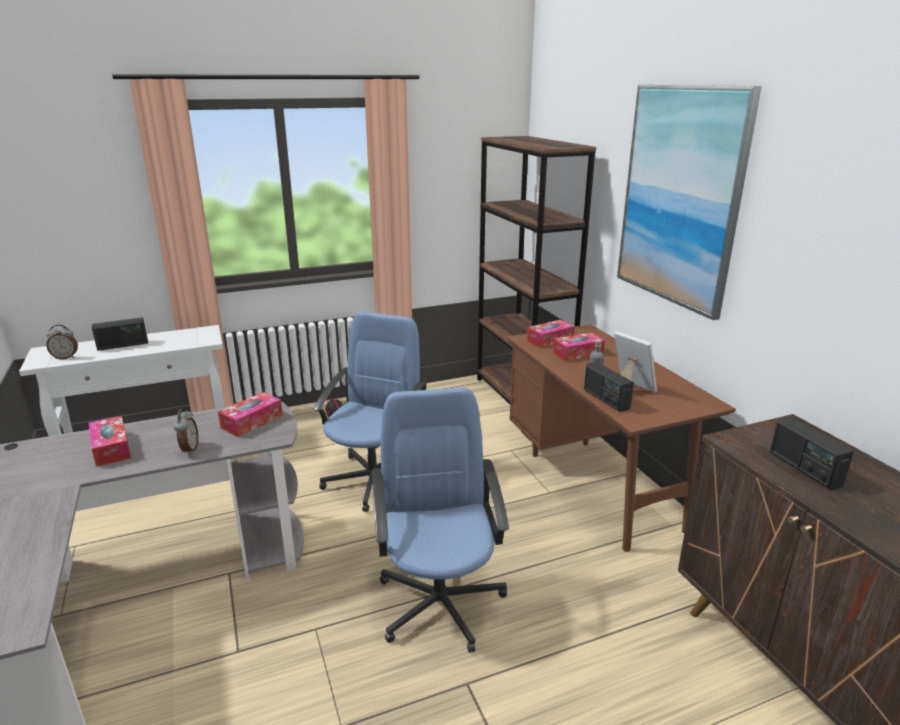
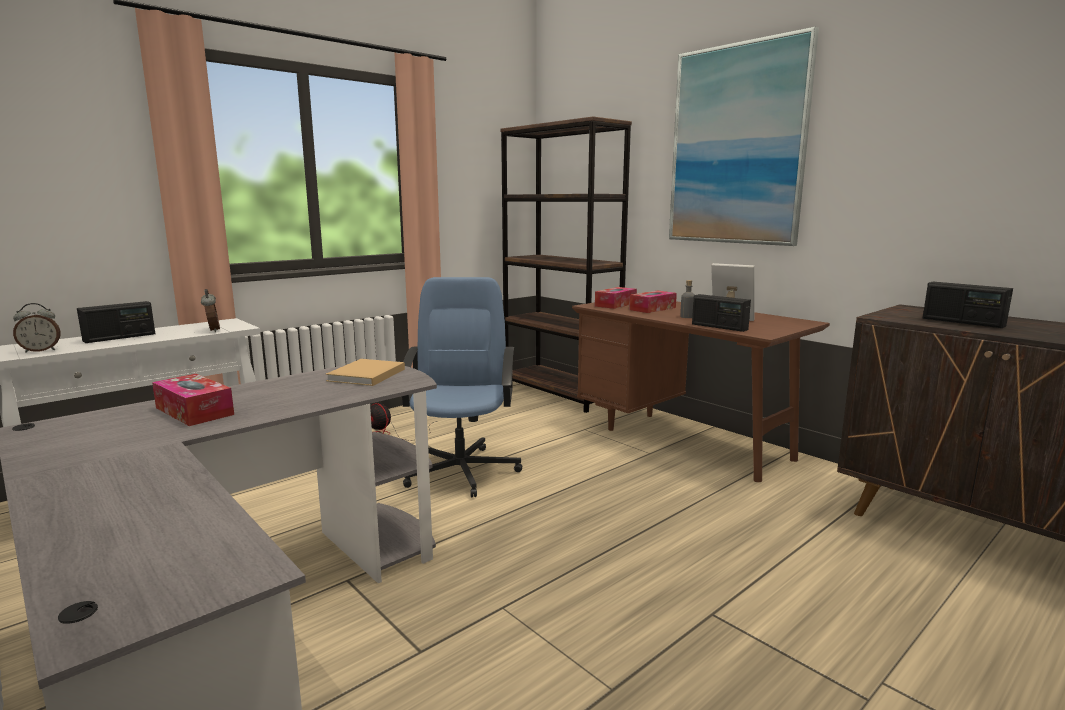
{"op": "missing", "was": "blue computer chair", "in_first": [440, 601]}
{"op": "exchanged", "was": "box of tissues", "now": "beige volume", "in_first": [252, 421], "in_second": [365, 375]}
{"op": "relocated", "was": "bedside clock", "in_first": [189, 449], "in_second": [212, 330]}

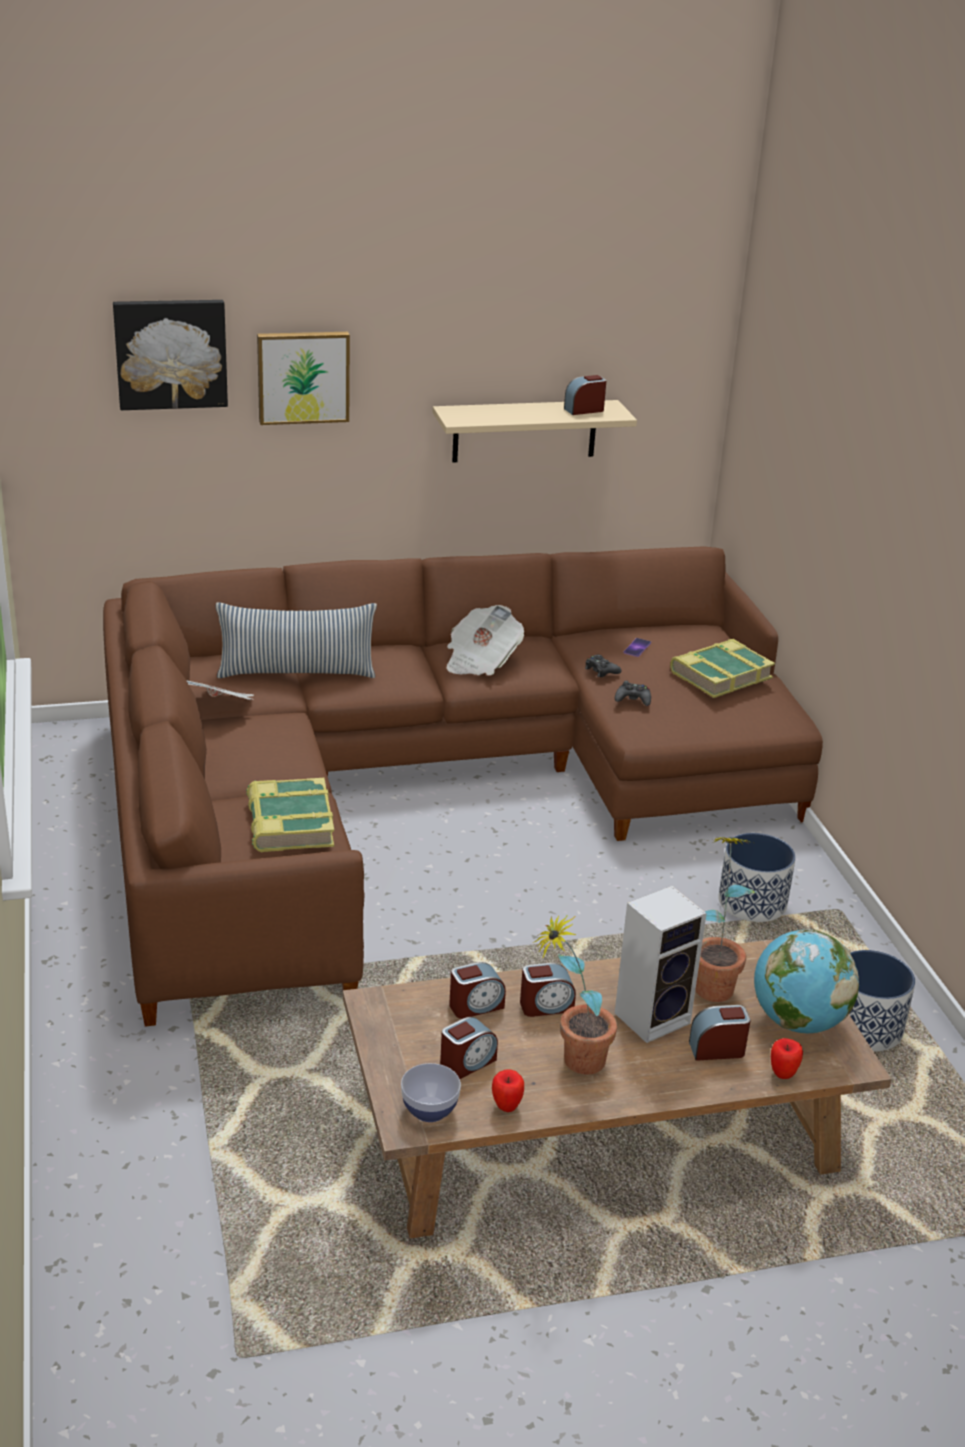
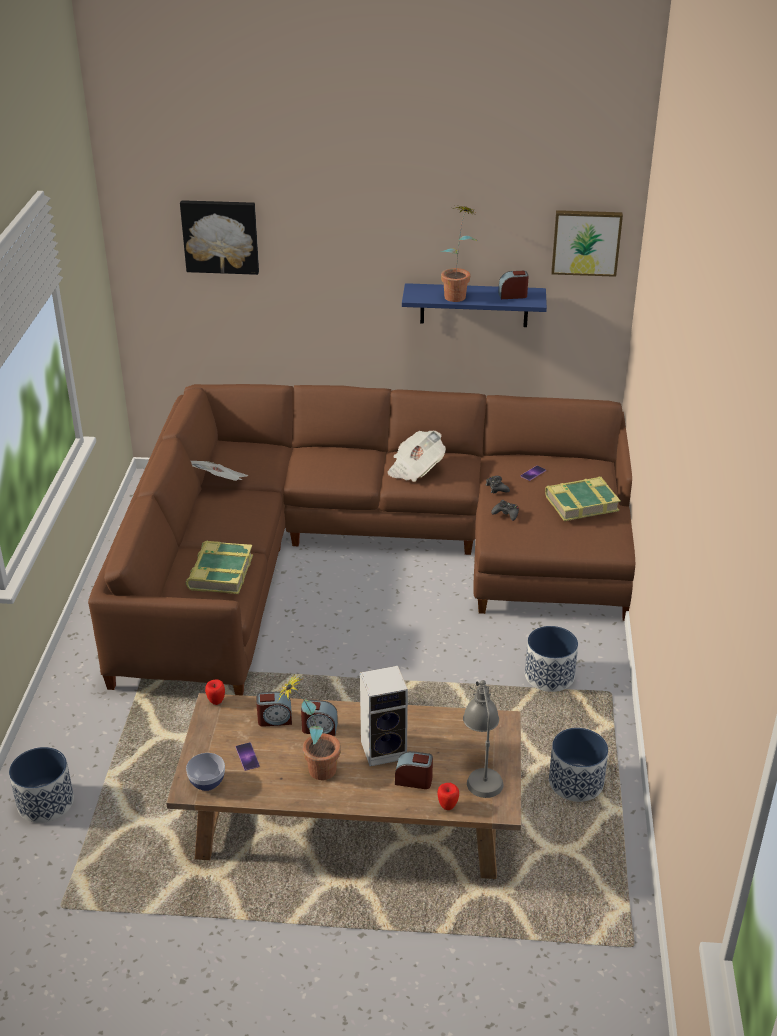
{"op": "relocated", "was": "wall art", "in_first": [303, 376], "in_second": [586, 242]}
{"op": "colour", "was": "beige shelf", "now": "blue shelf", "in_first": [524, 431], "in_second": [474, 305]}
{"op": "missing", "was": "pillow", "in_first": [297, 672]}
{"op": "relocated", "was": "plant in a pot", "in_first": [713, 981], "in_second": [457, 294]}
{"op": "exchanged", "was": "world globe", "now": "gray tabletop lamp", "in_first": [797, 1021], "in_second": [481, 772]}
{"op": "exchanged", "was": "bedside clock", "now": "telephone", "in_first": [467, 1063], "in_second": [247, 756]}
{"op": "relocated", "was": "whole apple", "in_first": [506, 1106], "in_second": [216, 701]}
{"op": "appeared", "now": "plant pot", "in_second": [46, 802]}

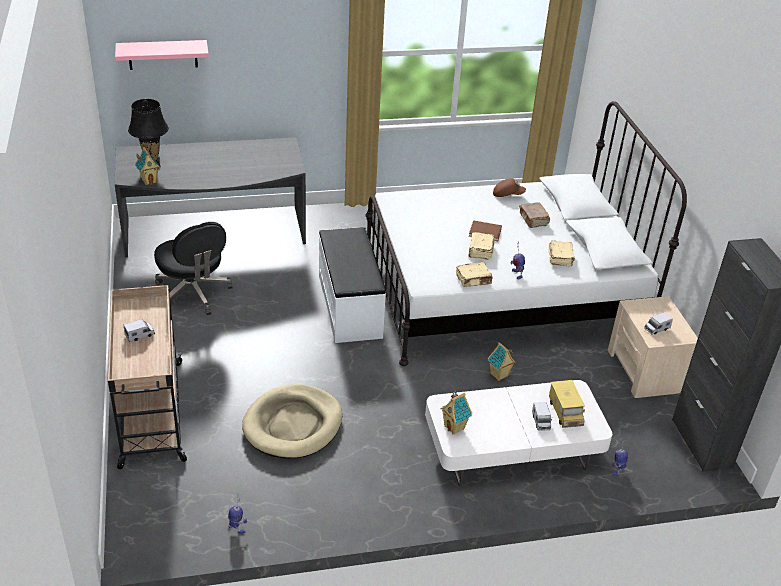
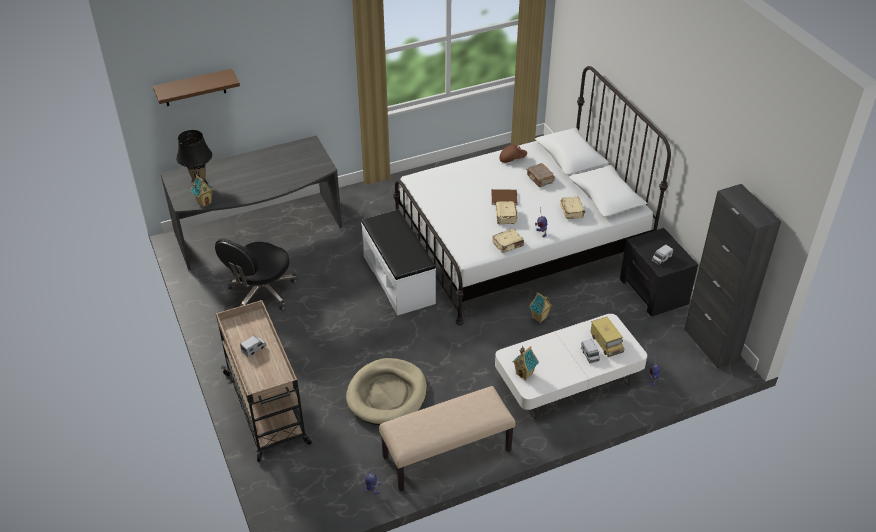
{"op": "colour", "was": "pinkish shelf", "now": "brown-coloured shelf", "in_first": [162, 54], "in_second": [194, 88]}
{"op": "spun", "was": "black computer chair", "in_first": [193, 294], "in_second": [261, 293], "clockwise": 75}
{"op": "colour", "was": "beige bedside table", "now": "black bedside table", "in_first": [645, 371], "in_second": [653, 291]}
{"op": "appeared", "now": "beige indoor bench", "in_second": [446, 454]}

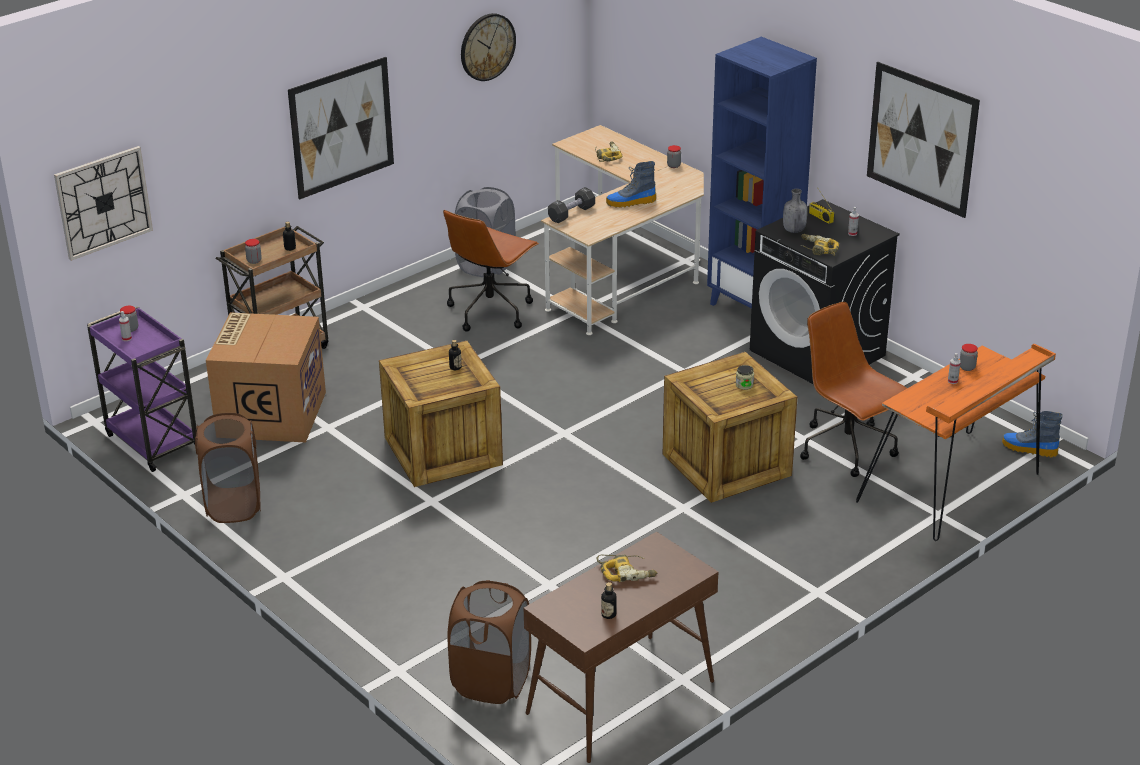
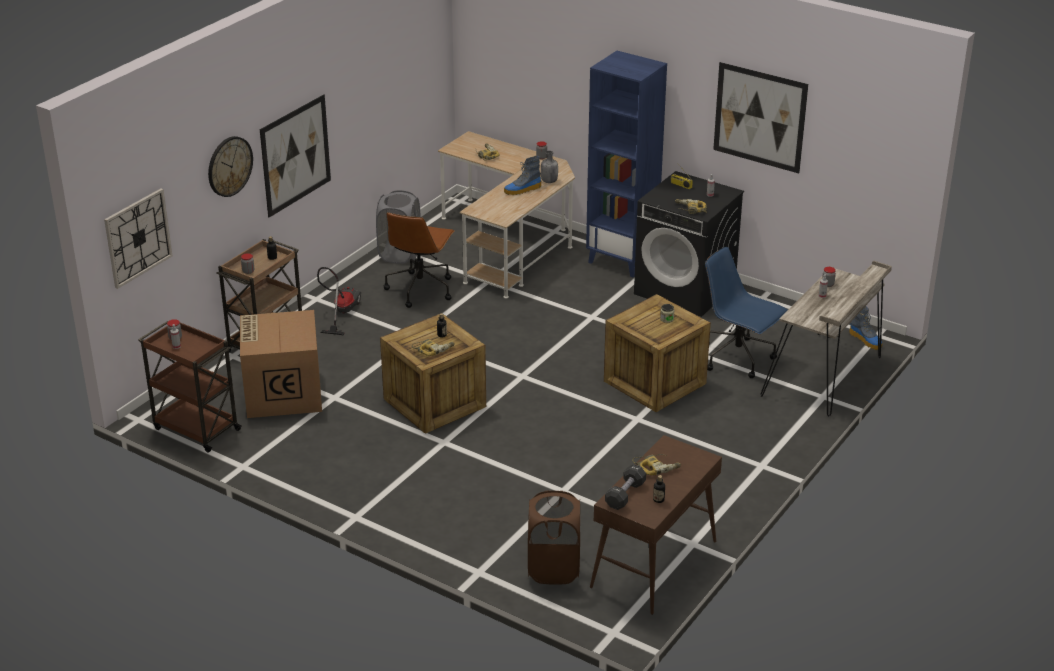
{"op": "relocated", "was": "clock on the wall", "in_first": [487, 46], "in_second": [229, 166]}
{"op": "relocated", "was": "black hand weight", "in_first": [571, 214], "in_second": [625, 495]}
{"op": "relocated", "was": "gray drink bottle", "in_first": [793, 230], "in_second": [549, 181]}
{"op": "colour", "was": "brown-coloured computer chair", "now": "blue computer chair", "in_first": [848, 449], "in_second": [738, 358]}
{"op": "colour", "was": "purple-coloured wheeled cart", "now": "brown-coloured wheeled cart", "in_first": [152, 441], "in_second": [195, 428]}
{"op": "colour", "was": "orange-coloured desk table", "now": "beige desk table", "in_first": [953, 488], "in_second": [825, 376]}
{"op": "spun", "was": "tall boot", "in_first": [1028, 449], "in_second": [866, 340], "clockwise": -135}
{"op": "missing", "was": "brown-coloured laundry basket", "in_first": [233, 505]}
{"op": "appeared", "now": "hoover", "in_second": [341, 312]}
{"op": "appeared", "now": "drill", "in_second": [434, 349]}

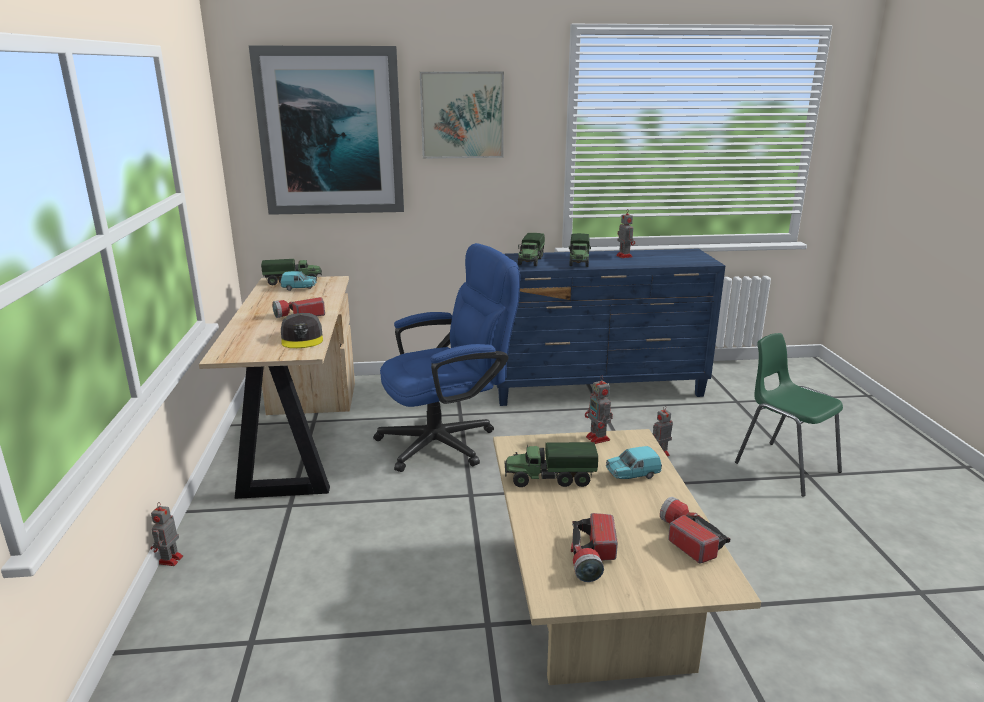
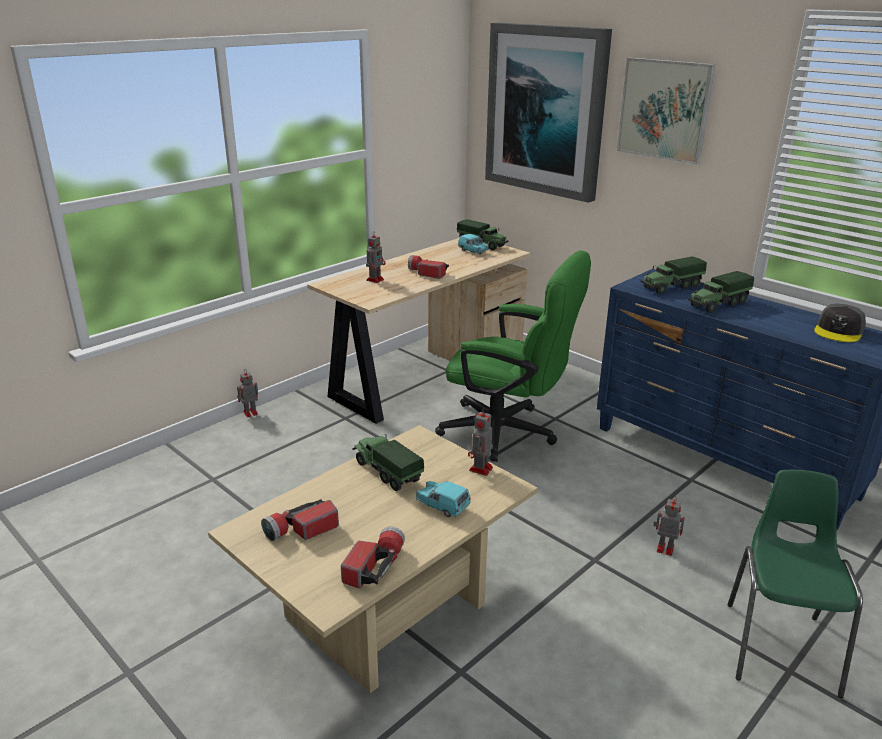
{"op": "relocated", "was": "toy robot", "in_first": [623, 256], "in_second": [375, 279]}
{"op": "colour", "was": "blue computer chair", "now": "green computer chair", "in_first": [448, 441], "in_second": [508, 433]}
{"op": "relocated", "was": "gray cap", "in_first": [302, 338], "in_second": [839, 331]}

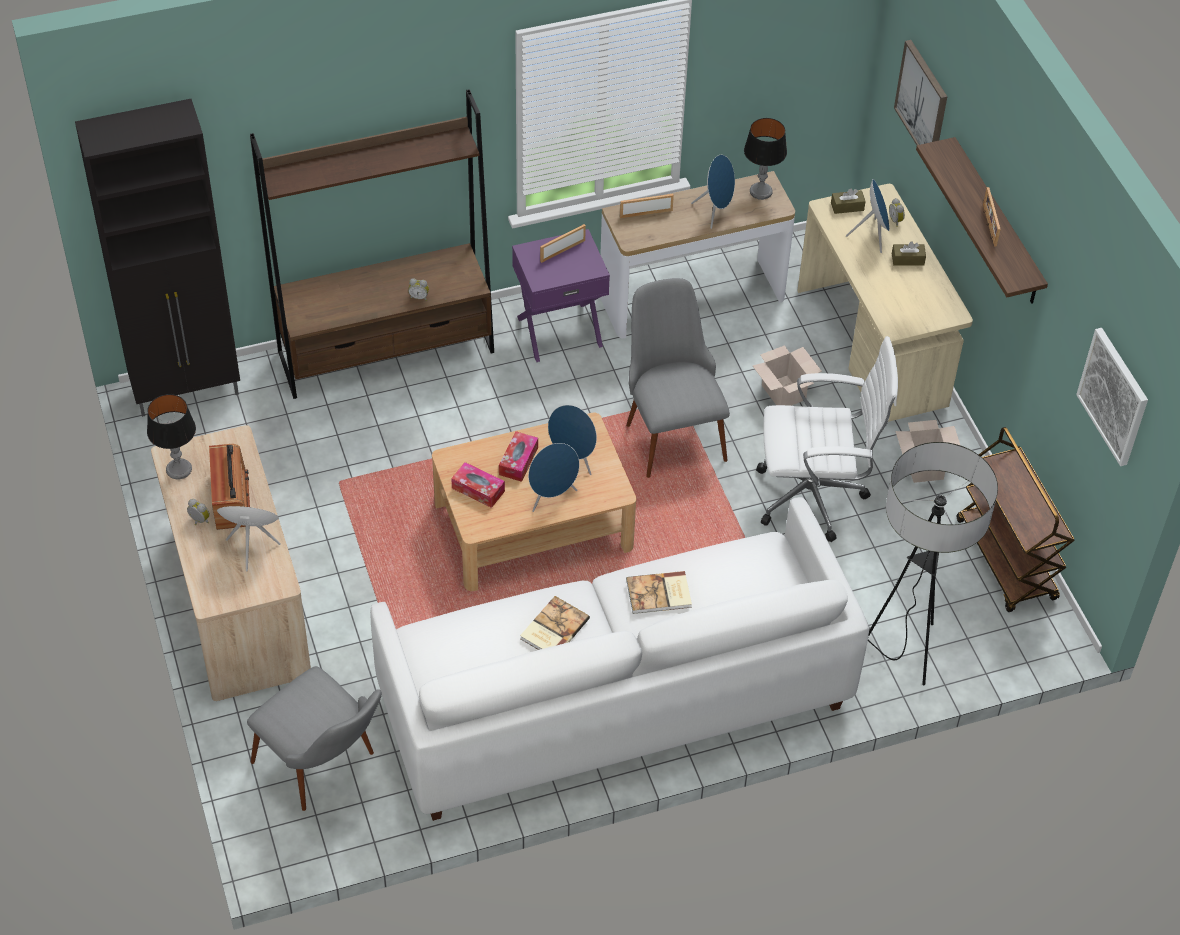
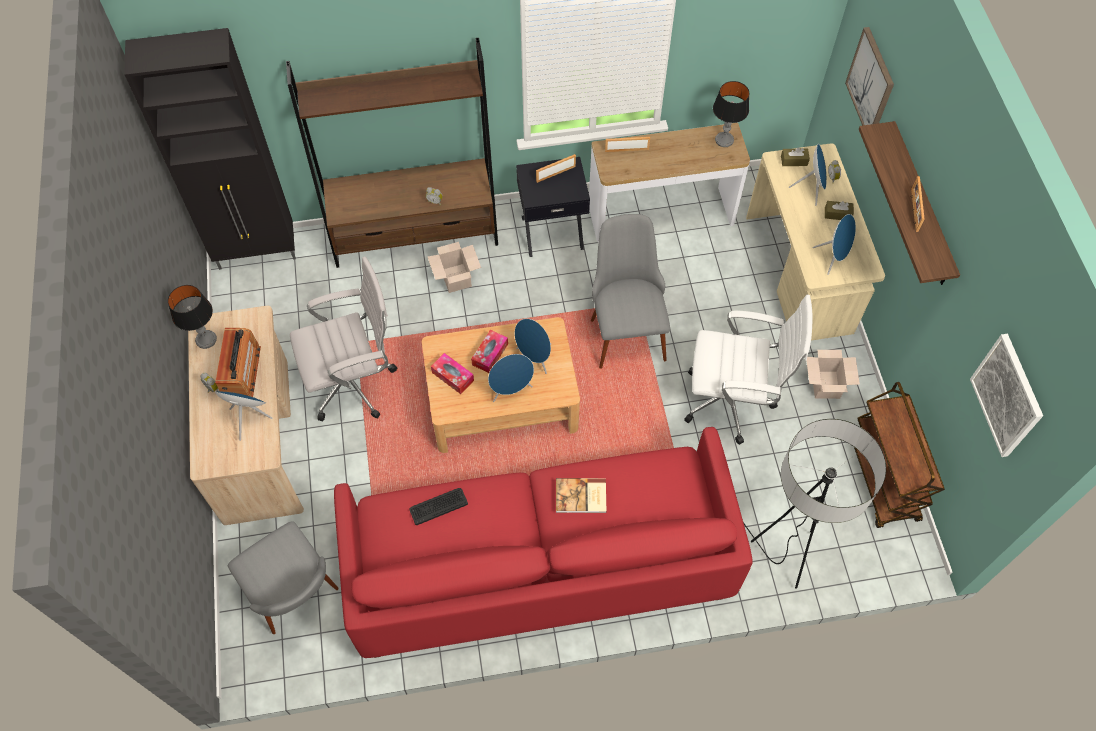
{"op": "relocated", "was": "blue speaker", "in_first": [715, 211], "in_second": [833, 258]}
{"op": "colour", "was": "purple-coloured bedside table", "now": "black bedside table", "in_first": [559, 330], "in_second": [552, 231]}
{"op": "relocated", "was": "packing box", "in_first": [784, 393], "in_second": [457, 279]}
{"op": "colour", "was": "whitish couch", "now": "red-coloured couch", "in_first": [615, 698], "in_second": [540, 565]}
{"op": "missing", "was": "volume", "in_first": [553, 629]}
{"op": "appeared", "now": "whitish computer chair", "in_second": [355, 383]}
{"op": "appeared", "now": "computer keyboard", "in_second": [438, 506]}

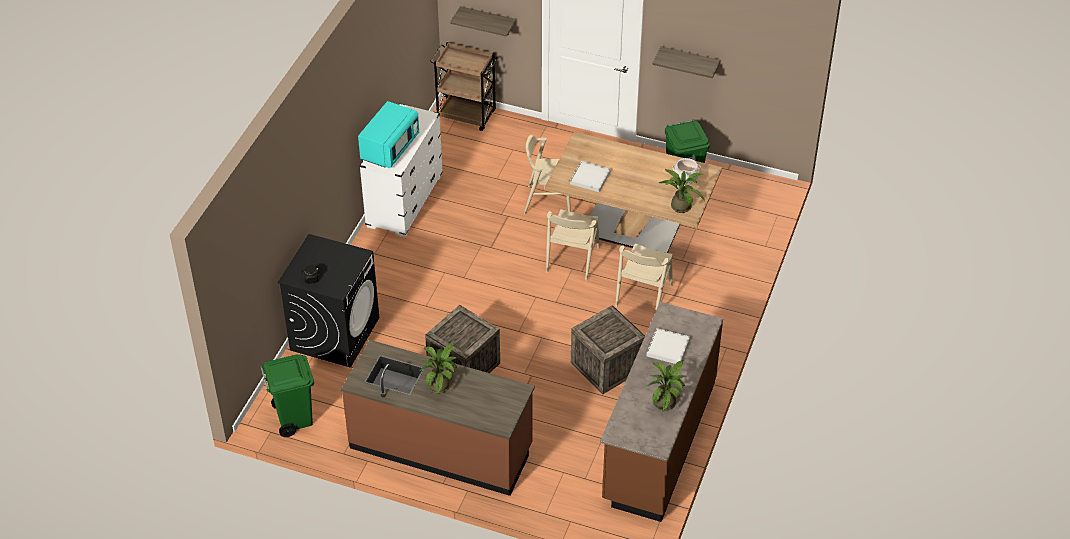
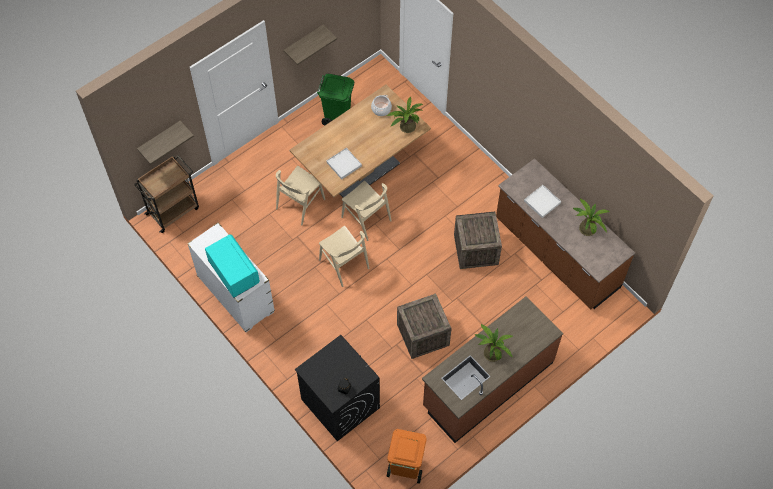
{"op": "relocated", "was": "beige upright chair", "in_first": [643, 295], "in_second": [344, 264]}
{"op": "colour", "was": "green waste bin", "now": "orange-coloured waste bin", "in_first": [293, 418], "in_second": [405, 468]}

